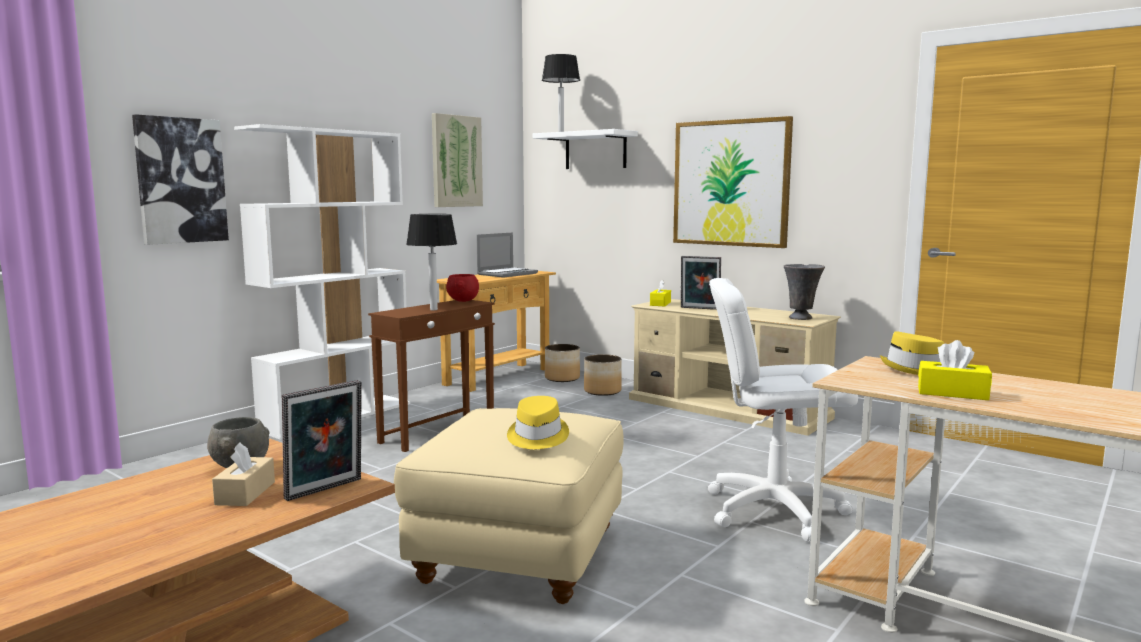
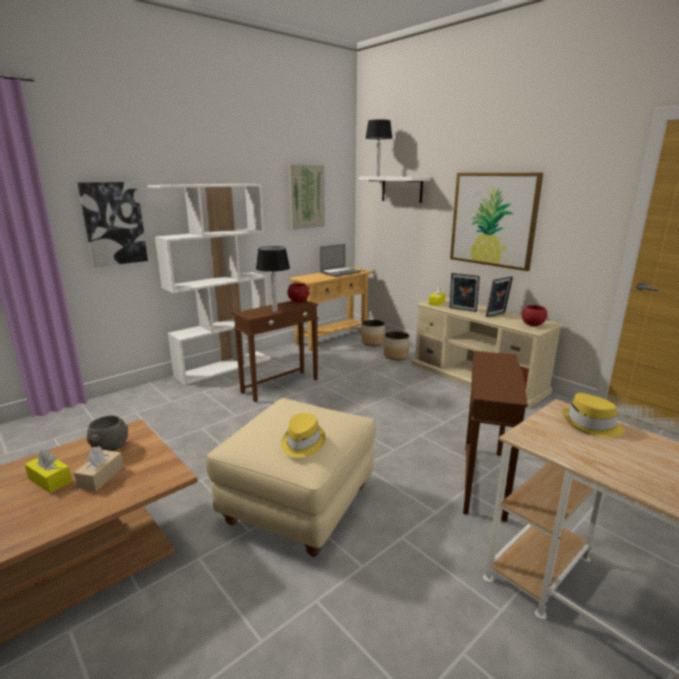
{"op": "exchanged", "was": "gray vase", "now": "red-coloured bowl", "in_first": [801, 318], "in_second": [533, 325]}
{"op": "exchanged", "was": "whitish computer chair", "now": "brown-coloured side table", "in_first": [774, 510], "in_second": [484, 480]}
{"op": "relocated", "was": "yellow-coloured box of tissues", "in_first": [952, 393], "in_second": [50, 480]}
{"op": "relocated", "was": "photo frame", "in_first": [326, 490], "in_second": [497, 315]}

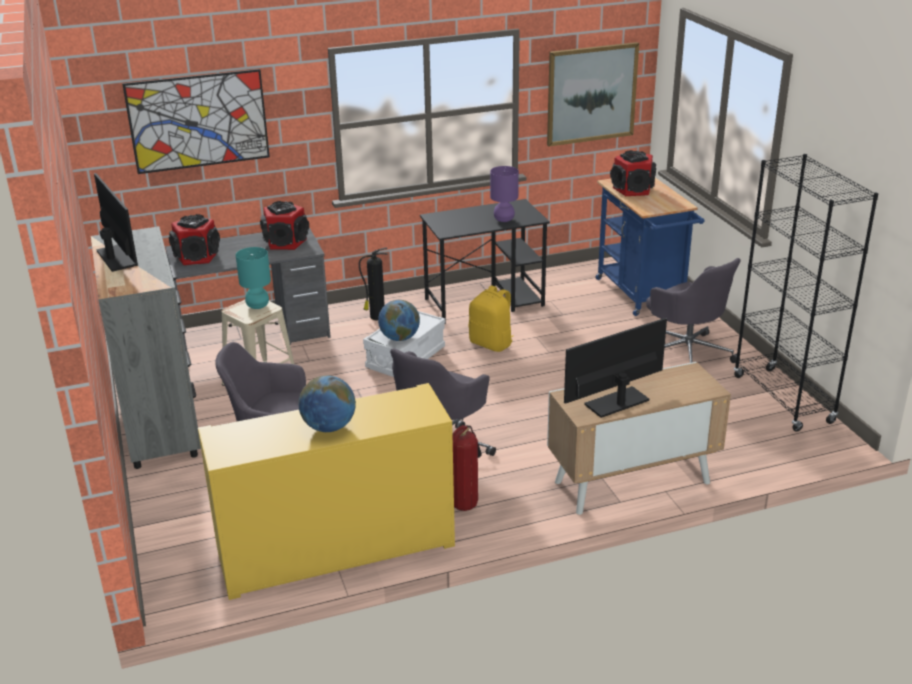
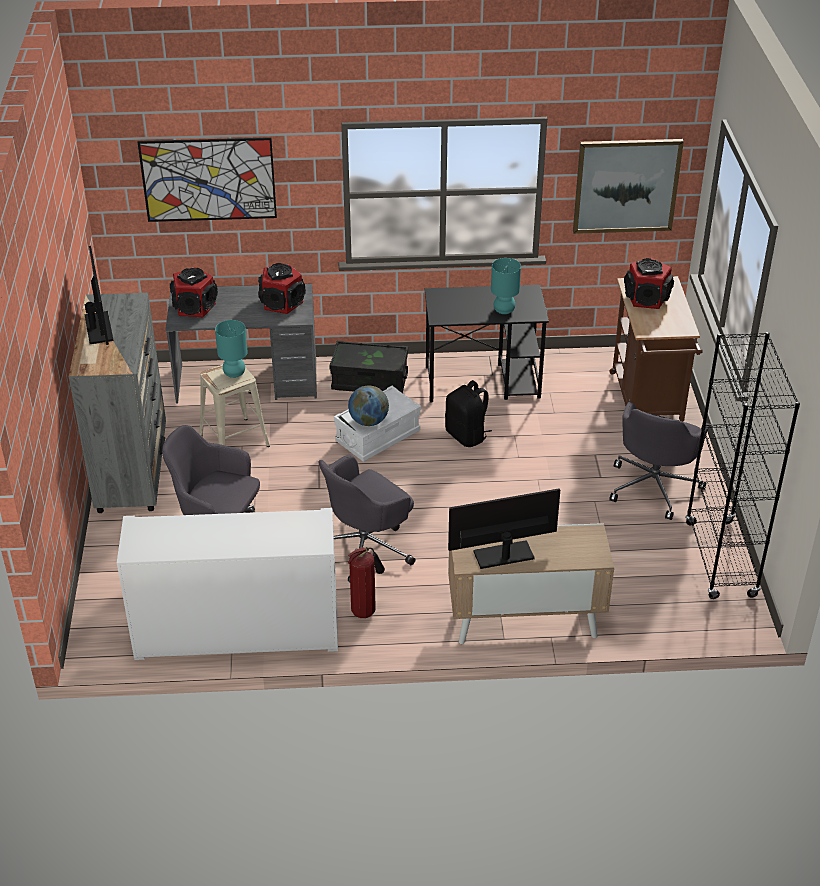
{"op": "colour", "was": "purple-coloured tabletop lamp", "now": "turquoise tabletop lamp", "in_first": [504, 220], "in_second": [504, 311]}
{"op": "colour", "was": "blue wheeled cart", "now": "brown-coloured wheeled cart", "in_first": [642, 296], "in_second": [647, 404]}
{"op": "exchanged", "was": "fire-fighting cylinder", "now": "black storage bin", "in_first": [376, 317], "in_second": [369, 381]}
{"op": "spun", "was": "gray computer chair", "in_first": [687, 354], "in_second": [654, 486], "clockwise": 45}
{"op": "colour", "was": "yellow-coloured backpack", "now": "black backpack", "in_first": [492, 344], "in_second": [467, 436]}
{"op": "missing", "was": "world globe", "in_first": [329, 427]}
{"op": "colour", "was": "yellow-coloured cabinet", "now": "whitish cabinet", "in_first": [336, 549], "in_second": [237, 631]}

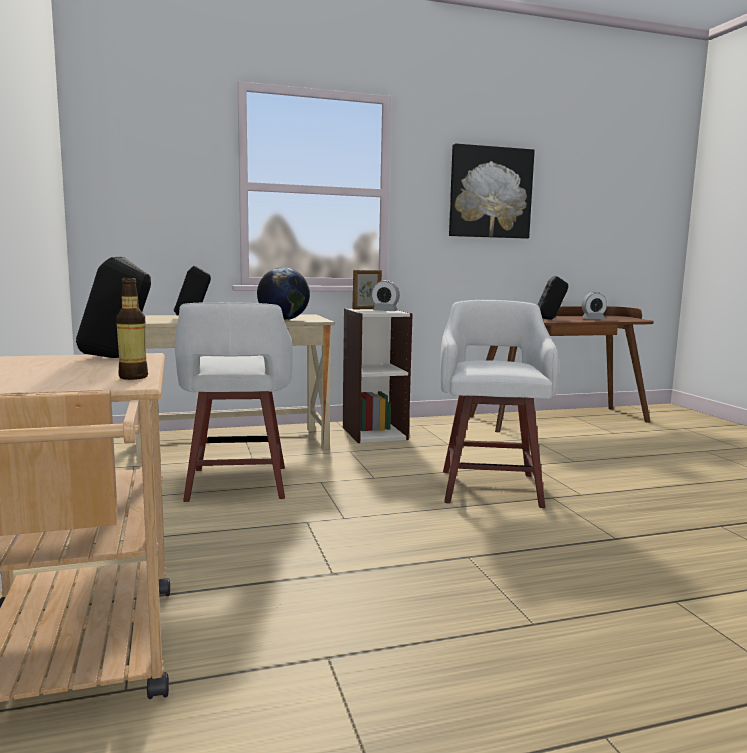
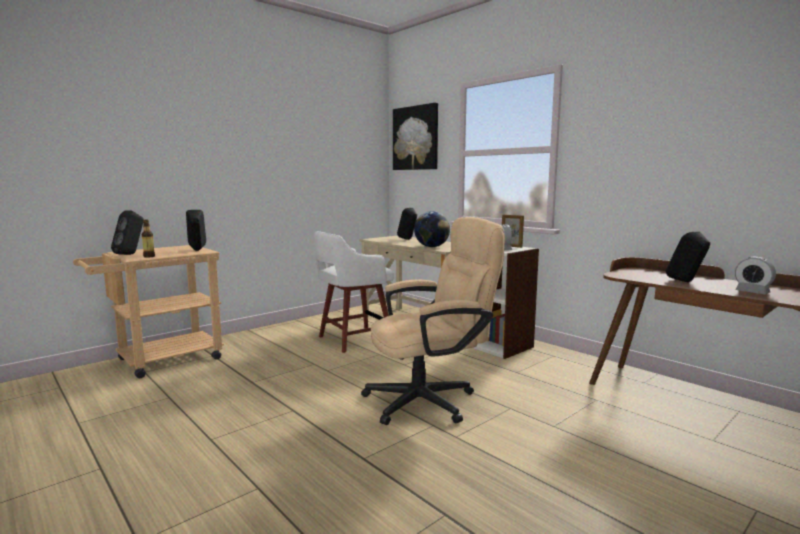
{"op": "relocated", "was": "wall art", "in_first": [490, 192], "in_second": [415, 138]}
{"op": "exchanged", "was": "whitish stool", "now": "beige computer chair", "in_first": [490, 486], "in_second": [430, 400]}
{"op": "appeared", "now": "black speaker", "in_second": [131, 254]}

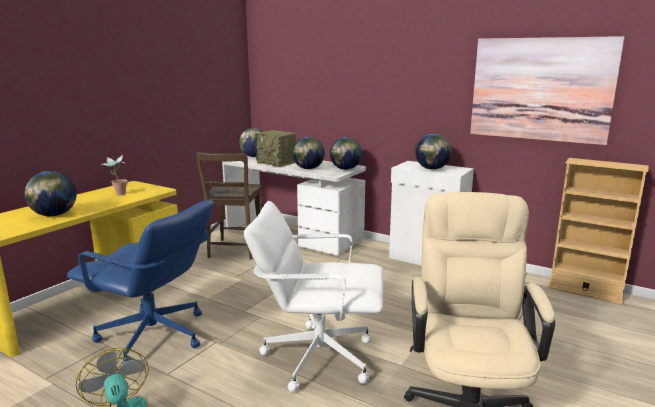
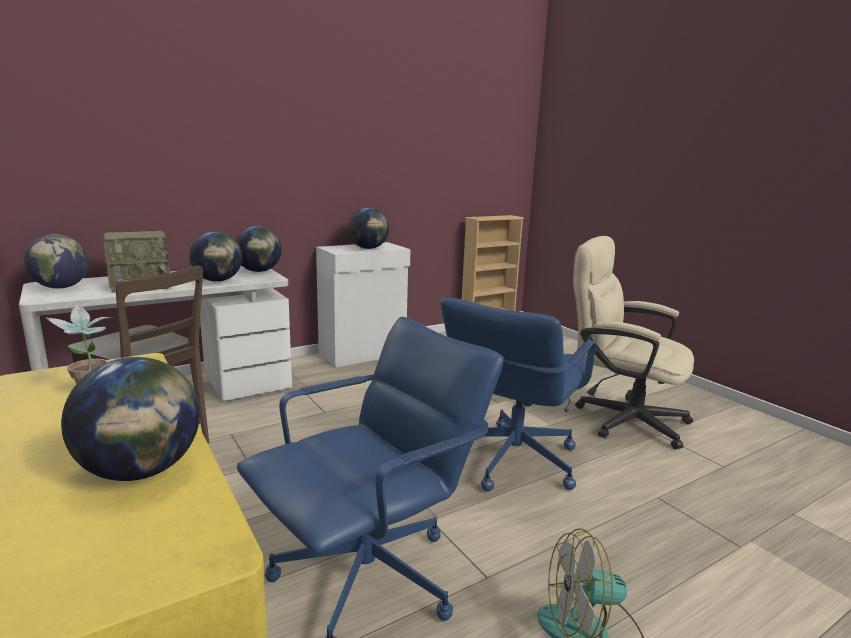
{"op": "missing", "was": "wall art", "in_first": [540, 89]}
{"op": "colour", "was": "whitish computer chair", "now": "blue computer chair", "in_first": [318, 357], "in_second": [512, 459]}

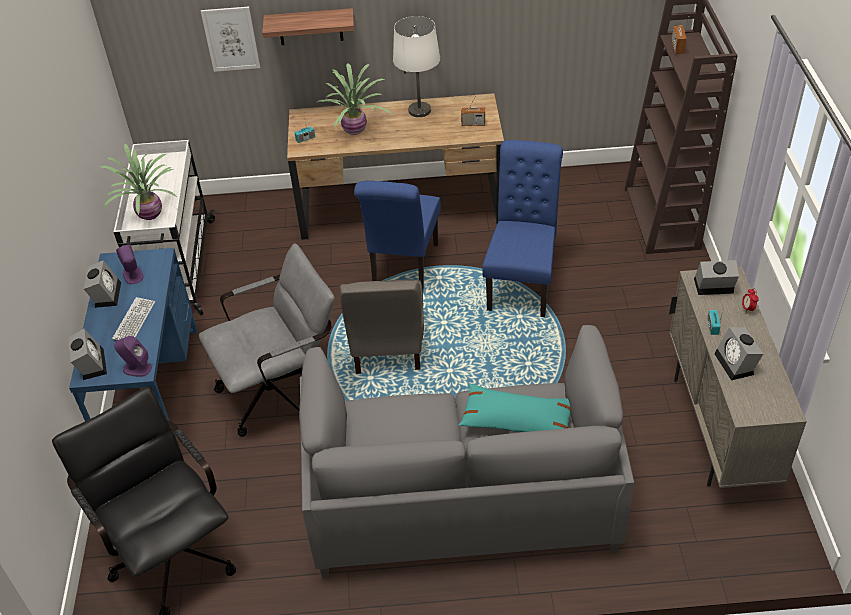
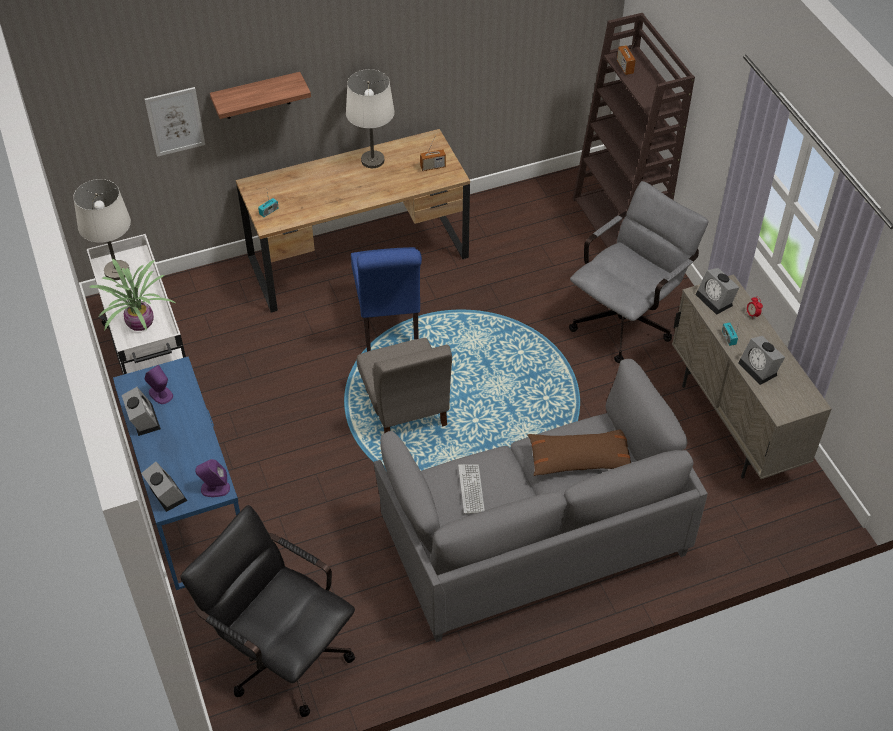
{"op": "missing", "was": "plant in a pot", "in_first": [355, 131]}
{"op": "missing", "was": "blue upright chair", "in_first": [522, 283]}
{"op": "relocated", "was": "gray computer chair", "in_first": [282, 391], "in_second": [627, 319]}
{"op": "spun", "was": "bedside clock", "in_first": [712, 287], "in_second": [716, 300], "clockwise": -105}
{"op": "relocated", "was": "computer keyboard", "in_first": [134, 321], "in_second": [471, 489]}
{"op": "colour", "was": "turquoise pillow", "now": "brown-coloured pillow", "in_first": [517, 420], "in_second": [579, 459]}
{"op": "appeared", "now": "whitish tabletop lamp", "in_second": [116, 271]}

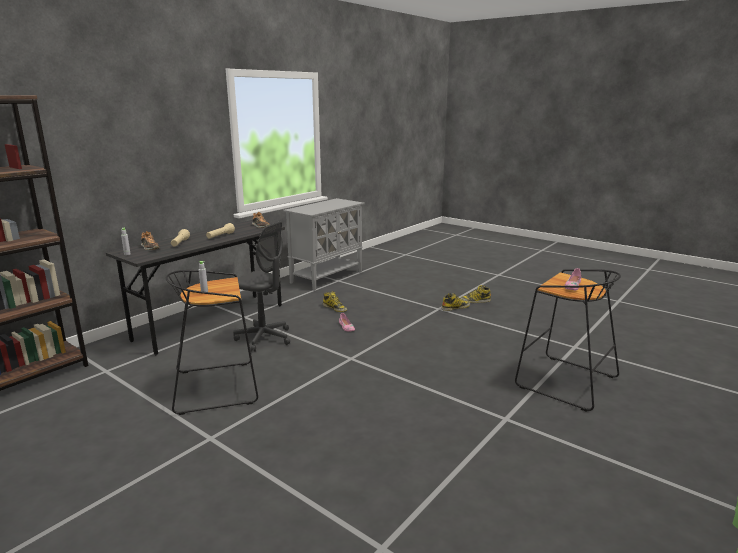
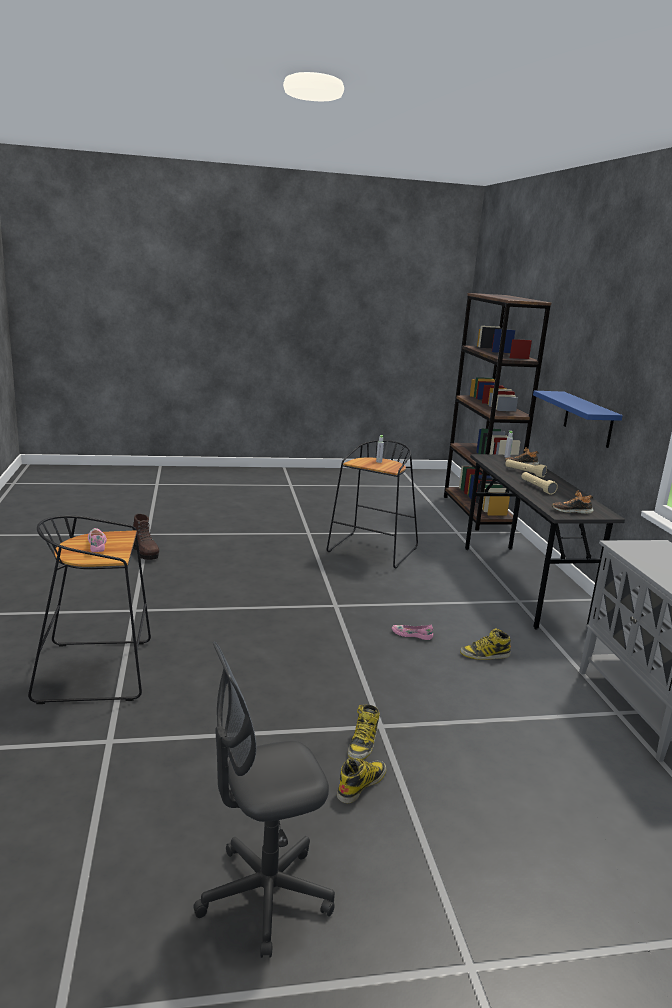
{"op": "relocated", "was": "gray computer chair", "in_first": [264, 338], "in_second": [265, 896]}
{"op": "appeared", "now": "blue shelf", "in_second": [588, 419]}
{"op": "appeared", "now": "brown-coloured tall boot", "in_second": [145, 552]}

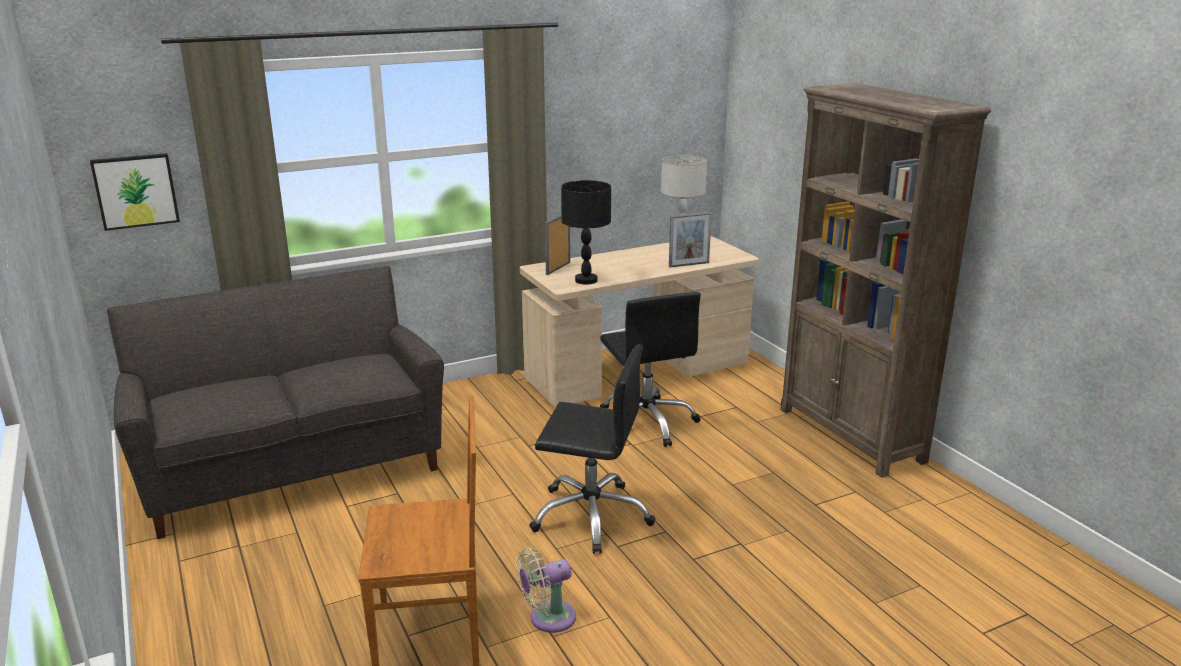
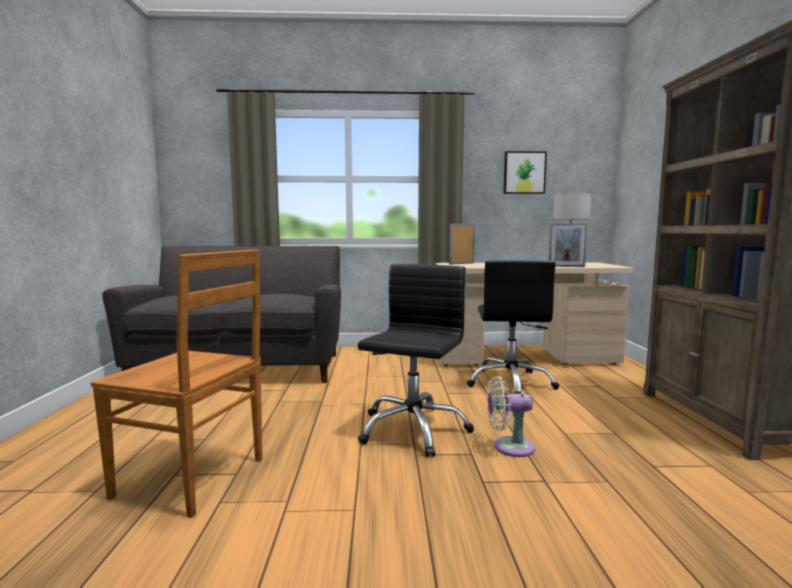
{"op": "relocated", "was": "wall art", "in_first": [135, 191], "in_second": [524, 173]}
{"op": "missing", "was": "black tabletop lamp", "in_first": [585, 280]}
{"op": "spun", "was": "black computer chair", "in_first": [591, 516], "in_second": [412, 429], "clockwise": -105}
{"op": "relocated", "was": "beige cooling fan", "in_first": [548, 618], "in_second": [509, 447]}

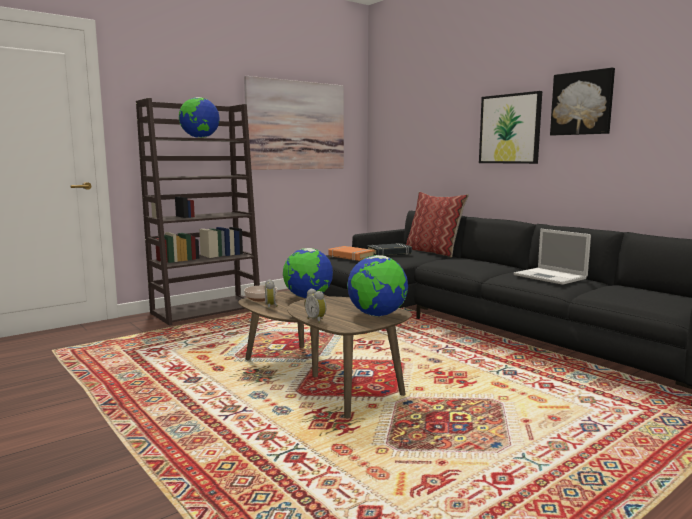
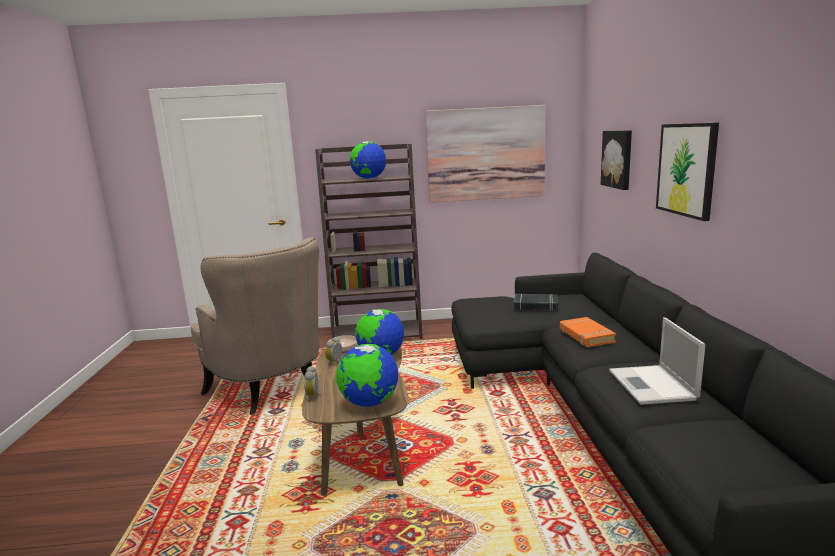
{"op": "relocated", "was": "wall art", "in_first": [582, 103], "in_second": [618, 159]}
{"op": "missing", "was": "pillow", "in_first": [433, 252]}
{"op": "relocated", "was": "orange-coloured volume", "in_first": [351, 257], "in_second": [586, 336]}
{"op": "appeared", "now": "beige armchair", "in_second": [271, 390]}

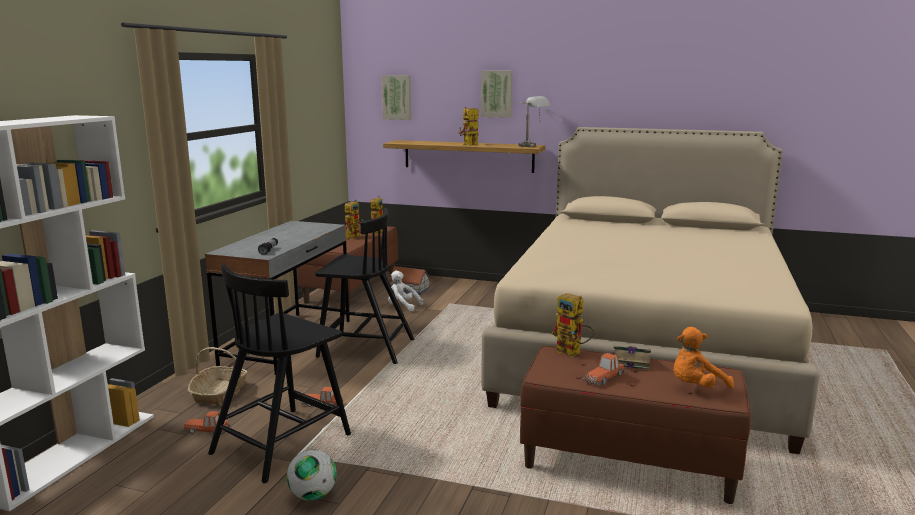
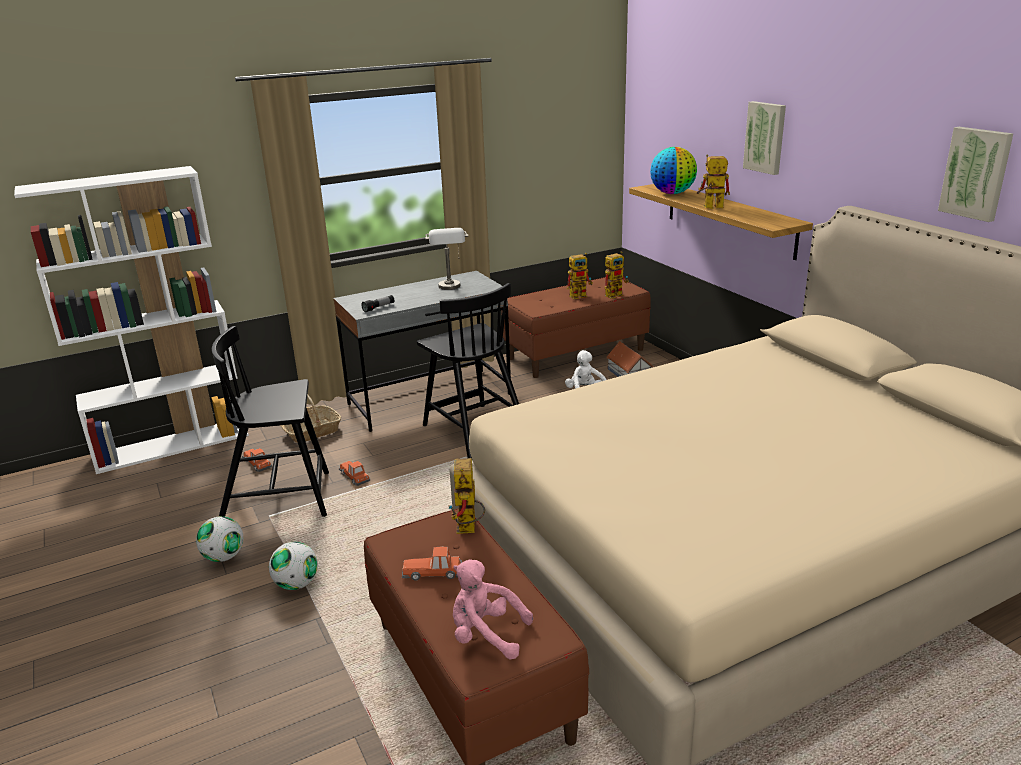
{"op": "relocated", "was": "wall art", "in_first": [397, 97], "in_second": [976, 173]}
{"op": "relocated", "was": "gray tabletop lamp", "in_first": [532, 146], "in_second": [450, 288]}
{"op": "colour", "was": "orange-coloured soft toy", "now": "pinkish soft toy", "in_first": [696, 387], "in_second": [486, 635]}
{"op": "missing", "was": "volume", "in_first": [630, 361]}
{"op": "appeared", "now": "world globe", "in_second": [672, 193]}
{"op": "appeared", "now": "football ball", "in_second": [296, 584]}

